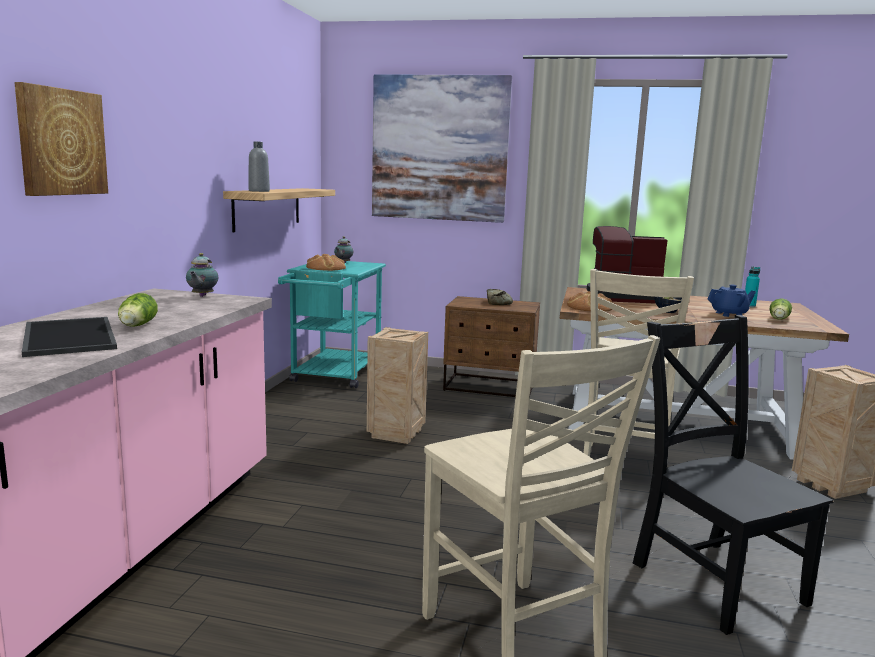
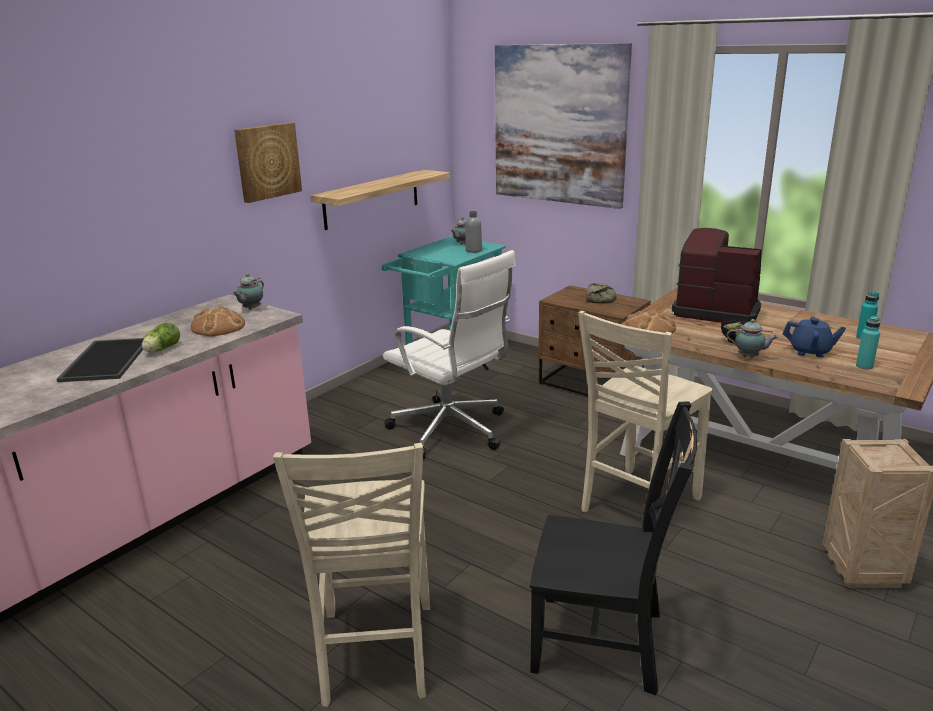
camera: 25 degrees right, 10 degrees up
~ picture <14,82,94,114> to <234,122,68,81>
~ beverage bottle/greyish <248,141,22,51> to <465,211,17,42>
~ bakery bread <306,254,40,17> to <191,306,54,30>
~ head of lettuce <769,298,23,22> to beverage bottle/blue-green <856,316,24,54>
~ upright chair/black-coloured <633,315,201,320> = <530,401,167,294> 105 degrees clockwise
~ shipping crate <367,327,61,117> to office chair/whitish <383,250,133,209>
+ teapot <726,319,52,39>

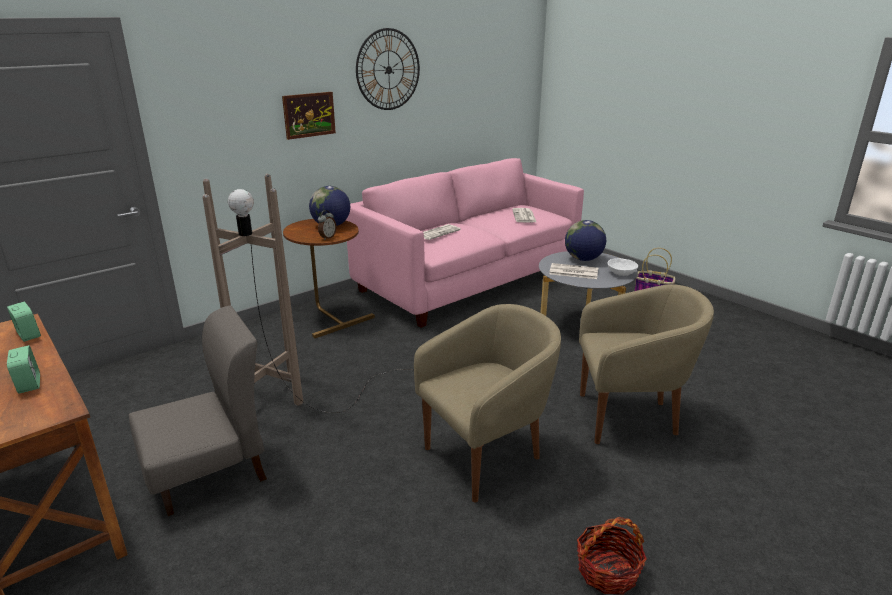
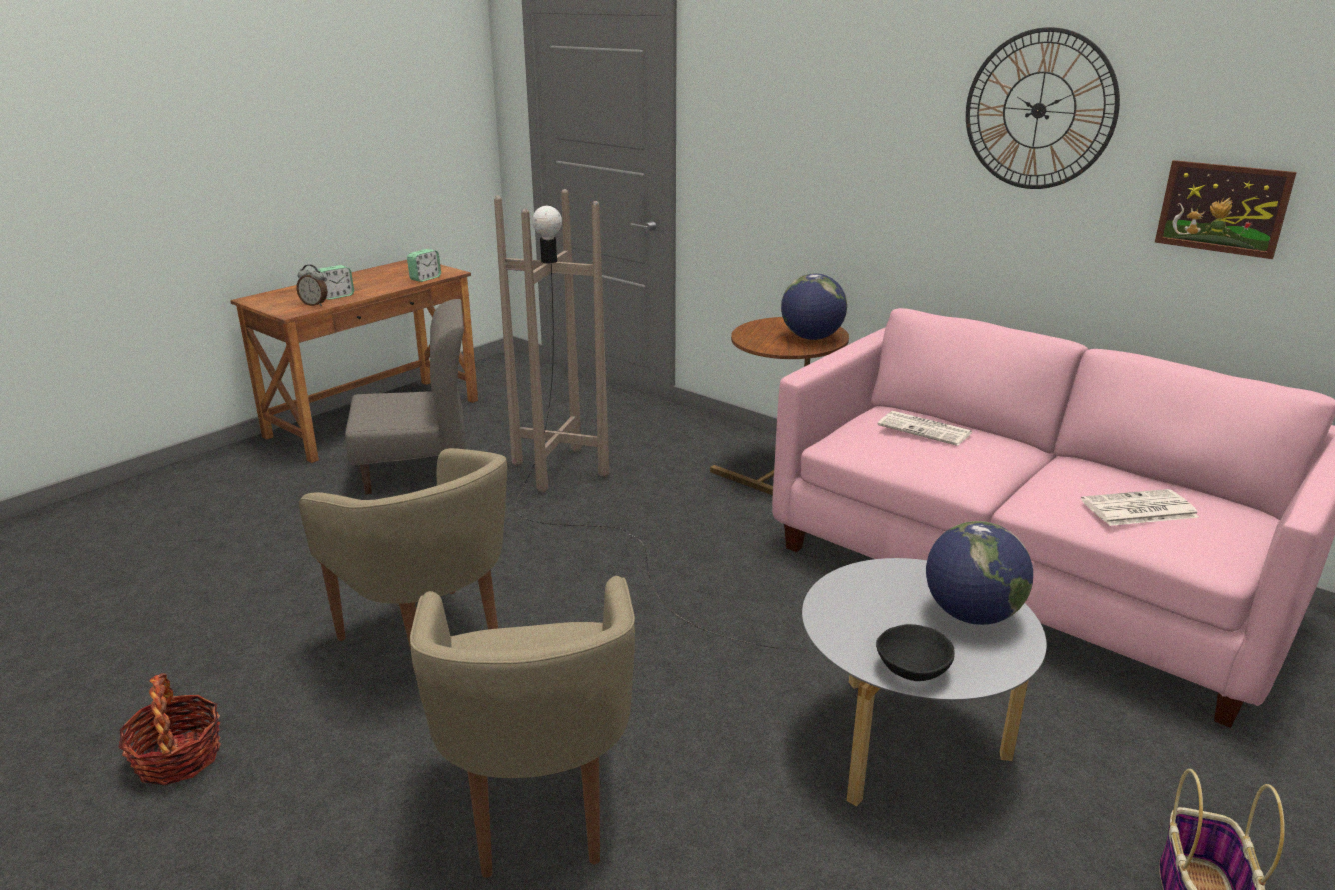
camera: 80 degrees right, 0 degrees up
~ picture <282,92,54,48> to <1155,160,142,99>
~ table clock <318,210,19,30> to <296,264,31,42>
~ serving bowl/whitish <607,258,31,18> to serving bowl/black-coloured <876,624,79,57>
- printed paper <549,263,49,16>
~ upright chair/greyish <129,306,138,210> = <345,299,121,195> 60 degrees counterclockwise

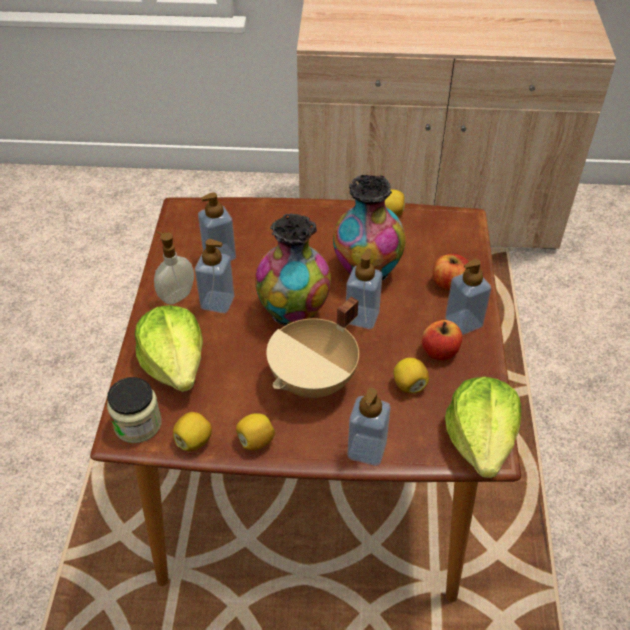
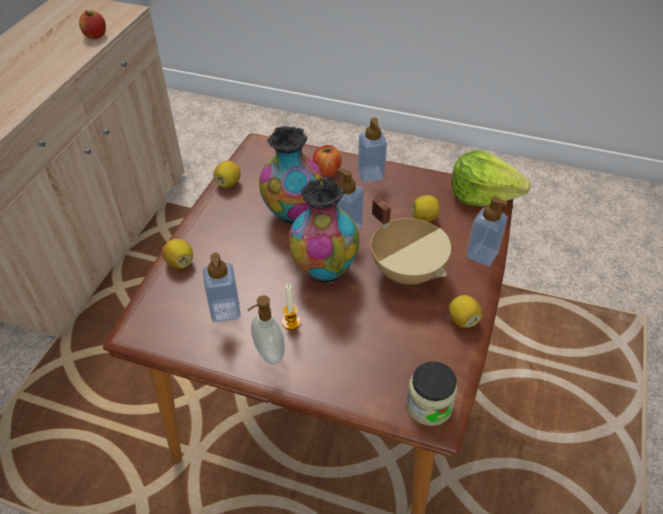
camera: 75 degrees left, 0 degrees up
~ liquid soap bottle <195,239,40,74> to candle <281,284,20,46>
- head of lettuce <135,305,68,87>
~ apple <422,320,40,40> to <79,10,27,29>
~ whole lemon <173,412,39,39> to <162,239,31,30>

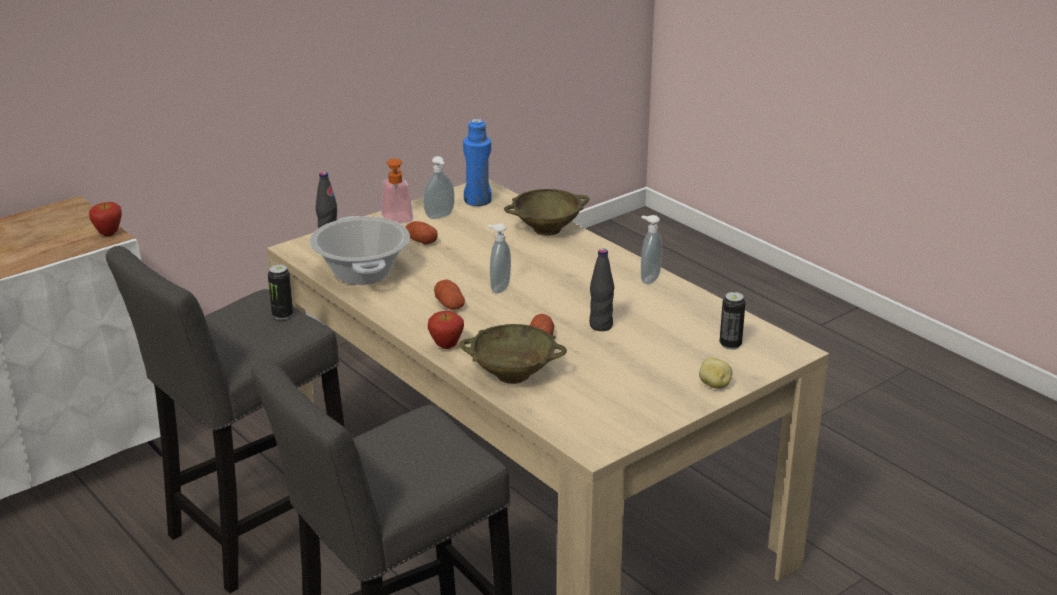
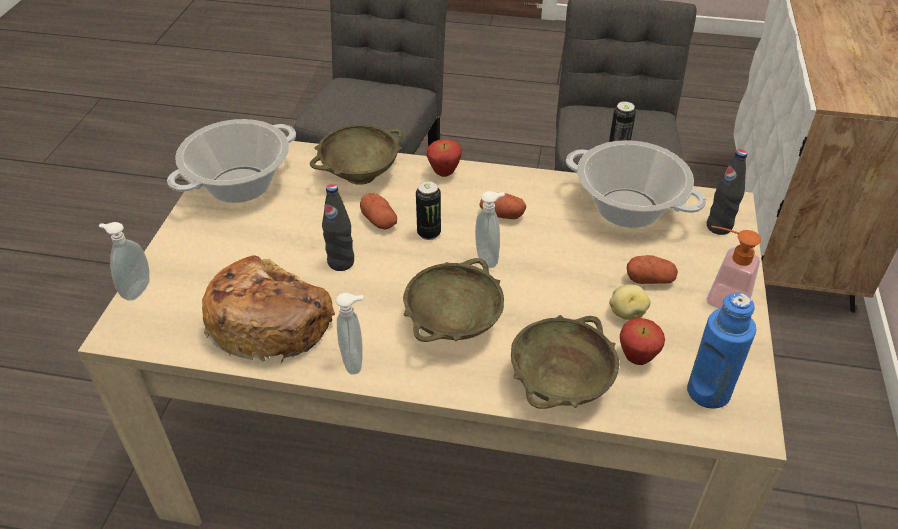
camera: 140 degrees right, 15 degrees up
~ liquid soap bottle <423,156,32,63> to <99,222,51,79>
~ apple <89,202,33,34> to <620,318,45,47>
~ sealed can <719,292,26,58> to <416,181,25,59>
~ potato <699,358,33,31> to <609,284,42,36>
+ saucepot <167,119,129,84>
+ bakery bread <202,256,133,107>
+ serving bowl/sand-coloured <403,258,101,84>

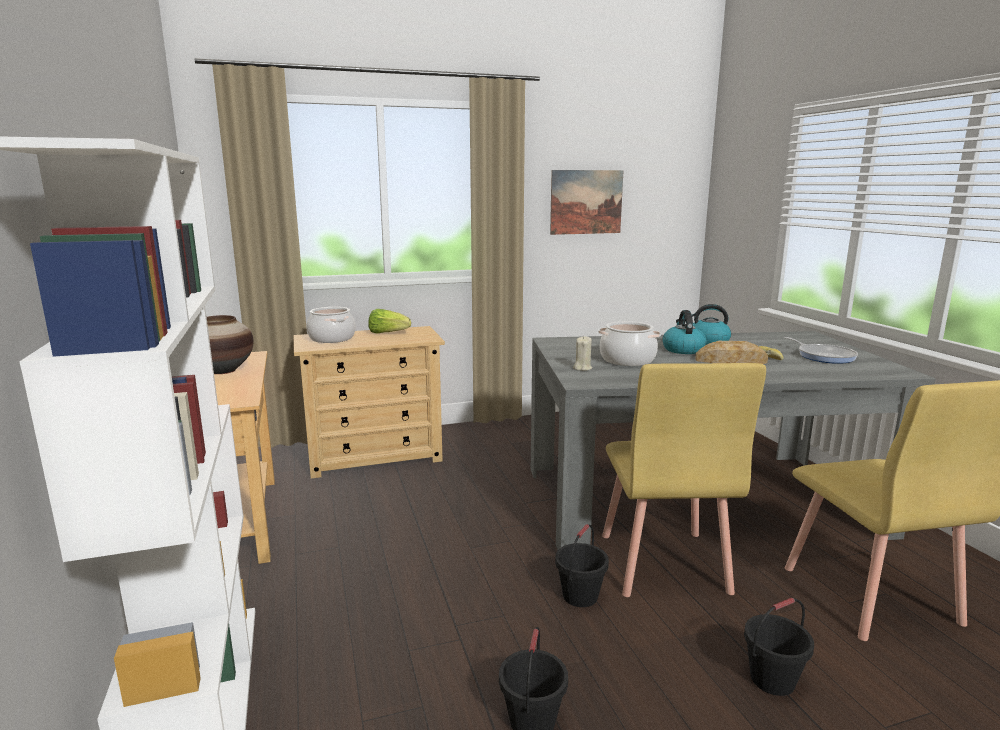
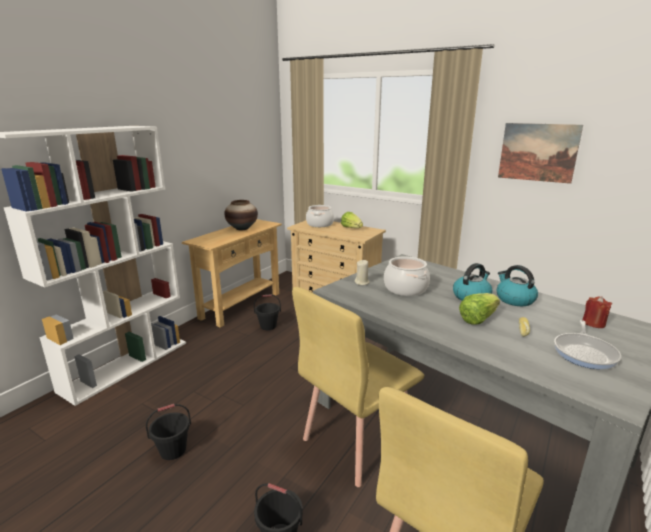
camera: 50 degrees right, 5 degrees up
~ bakery bread <695,341,73,23> to head of lettuce <459,293,41,32>
~ water bucket/black-coloured <555,524,54,83> to <254,294,27,36>
+ candle/red-coloured <583,296,29,32>

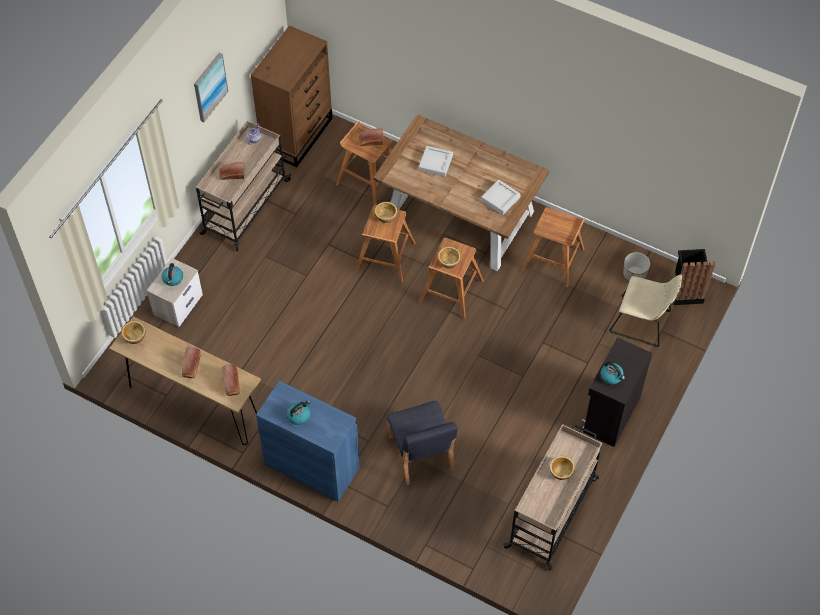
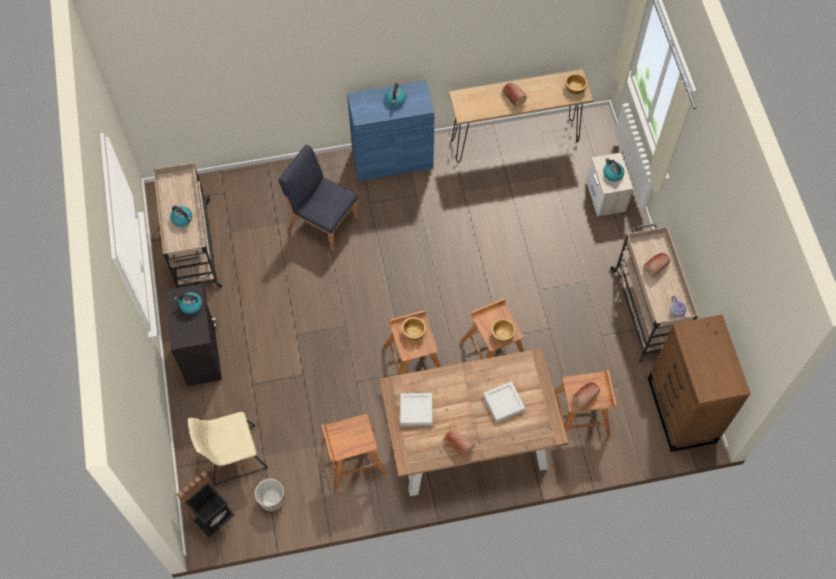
camera: 140 degrees right, 5 degrees up
- picture <194,52,34,70>
~ bakery bread <222,364,18,32> to <443,430,32,27>
~ serving bowl <550,456,25,24> to tea kettle <170,206,22,21>

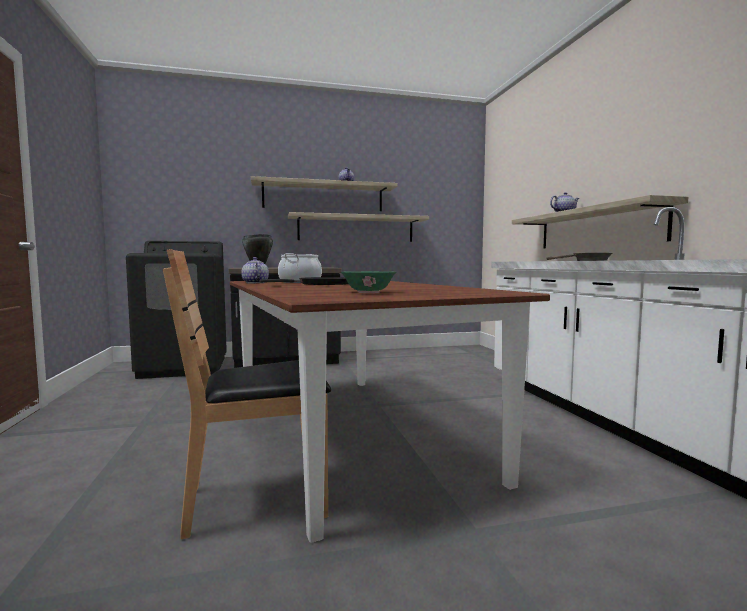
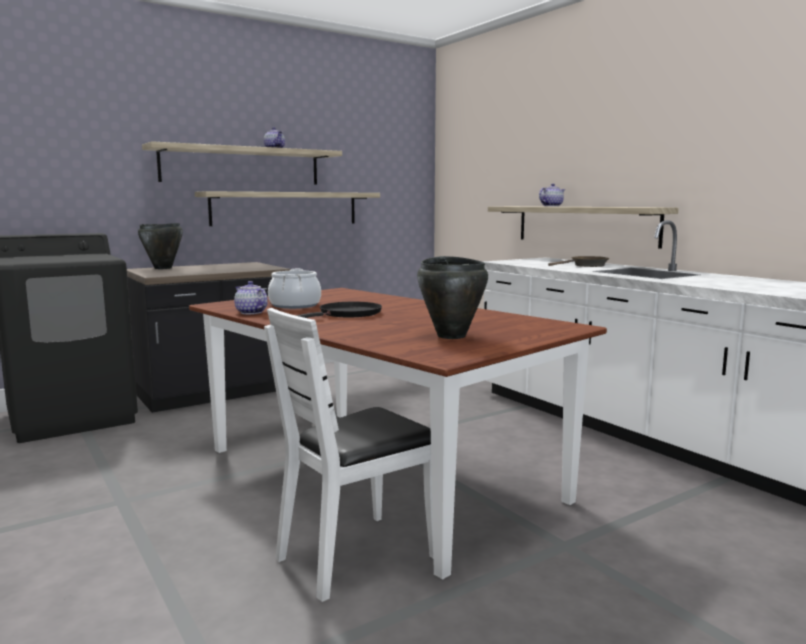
camera: 20 degrees left, 5 degrees up
~ upright chair/brownish <163,249,168,290> to upright chair/whitish <264,308,169,294>
~ serving bowl/greenish <341,271,55,22> to saucepot/black-coloured <417,256,71,83>

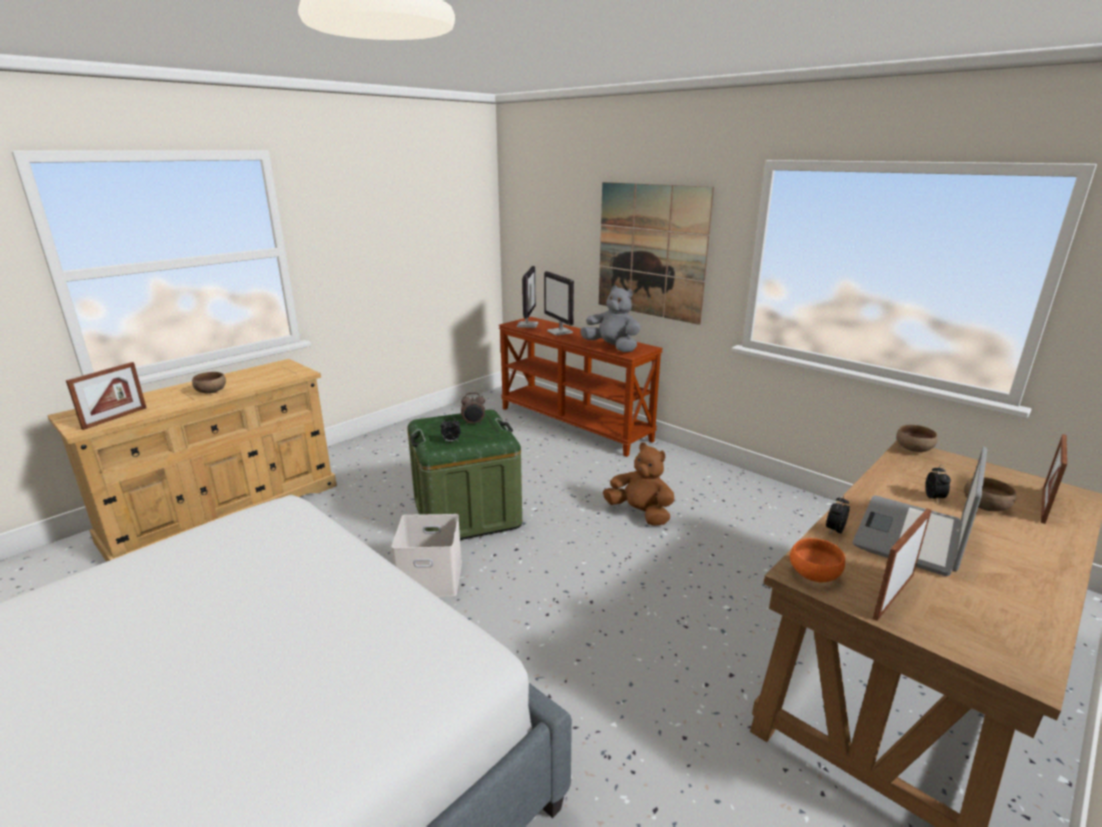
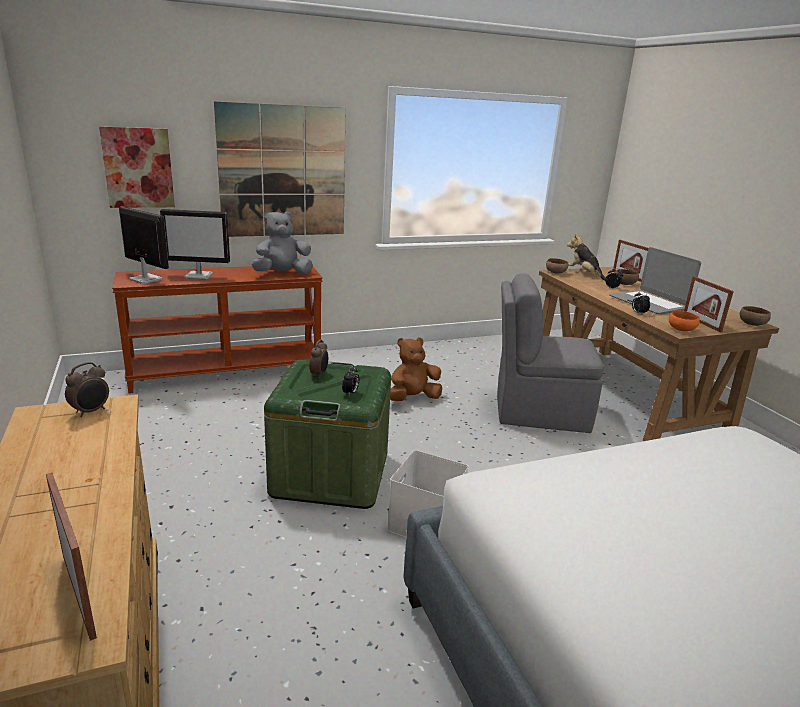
camera: 65 degrees left, 0 degrees up
~ serving bowl/brownish <192,372,34,21> to <740,306,31,20>
+ picture <99,126,76,82>
+ plush toy <567,234,39,46>
+ upright chair/greyish <497,273,107,160>
+ table clock <65,362,44,55>

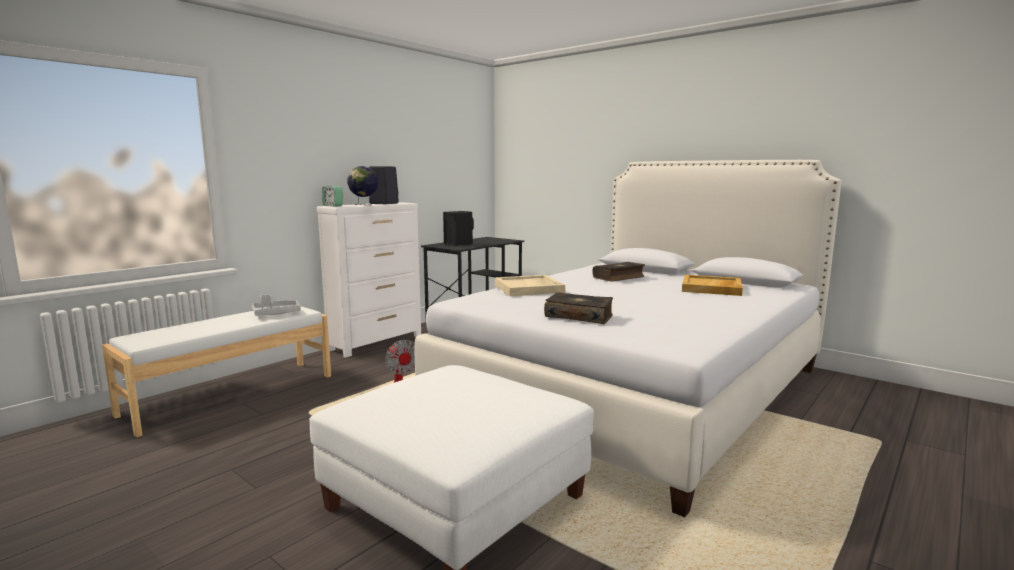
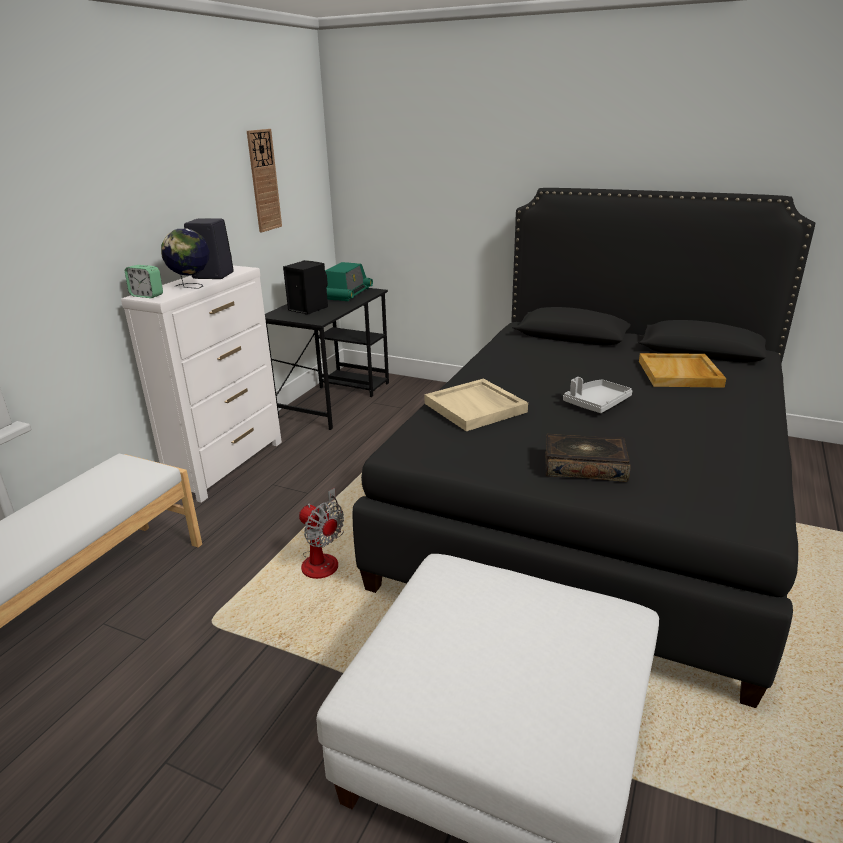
camera: 15 degrees left, 15 degrees up
~ bed/whitish <415,160,427,357> to bed/black-coloured <353,188,462,520>
- book <592,262,53,20>
~ carrying tray/greyish <252,294,49,22> to <563,377,69,36>
+ hanging clock <247,129,35,103>
+ radio <325,262,48,39>

